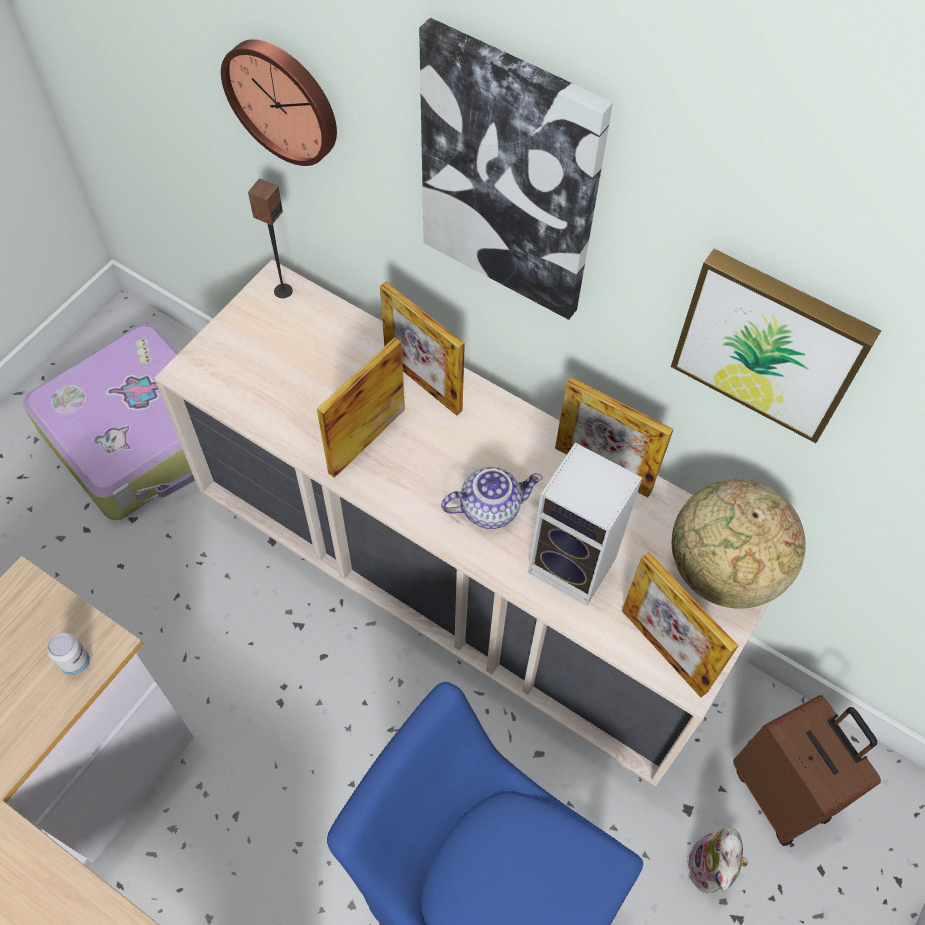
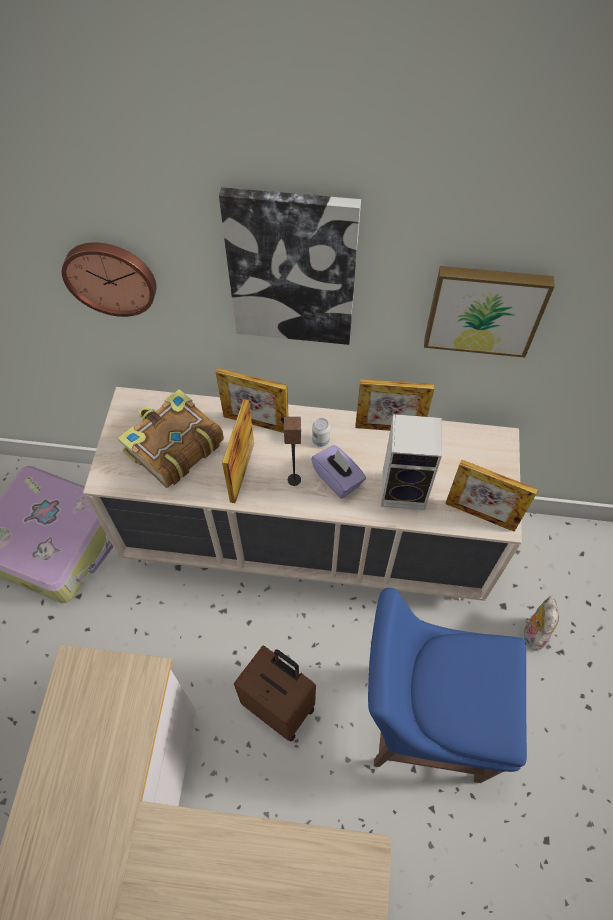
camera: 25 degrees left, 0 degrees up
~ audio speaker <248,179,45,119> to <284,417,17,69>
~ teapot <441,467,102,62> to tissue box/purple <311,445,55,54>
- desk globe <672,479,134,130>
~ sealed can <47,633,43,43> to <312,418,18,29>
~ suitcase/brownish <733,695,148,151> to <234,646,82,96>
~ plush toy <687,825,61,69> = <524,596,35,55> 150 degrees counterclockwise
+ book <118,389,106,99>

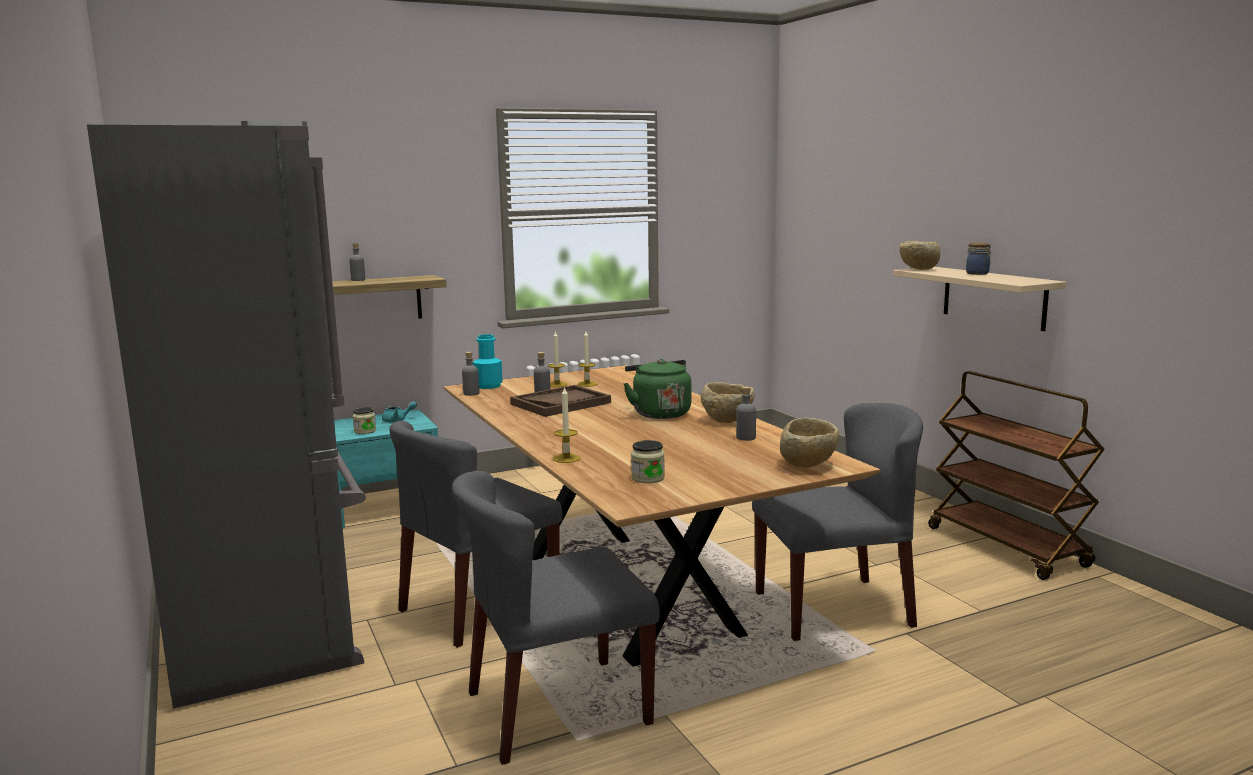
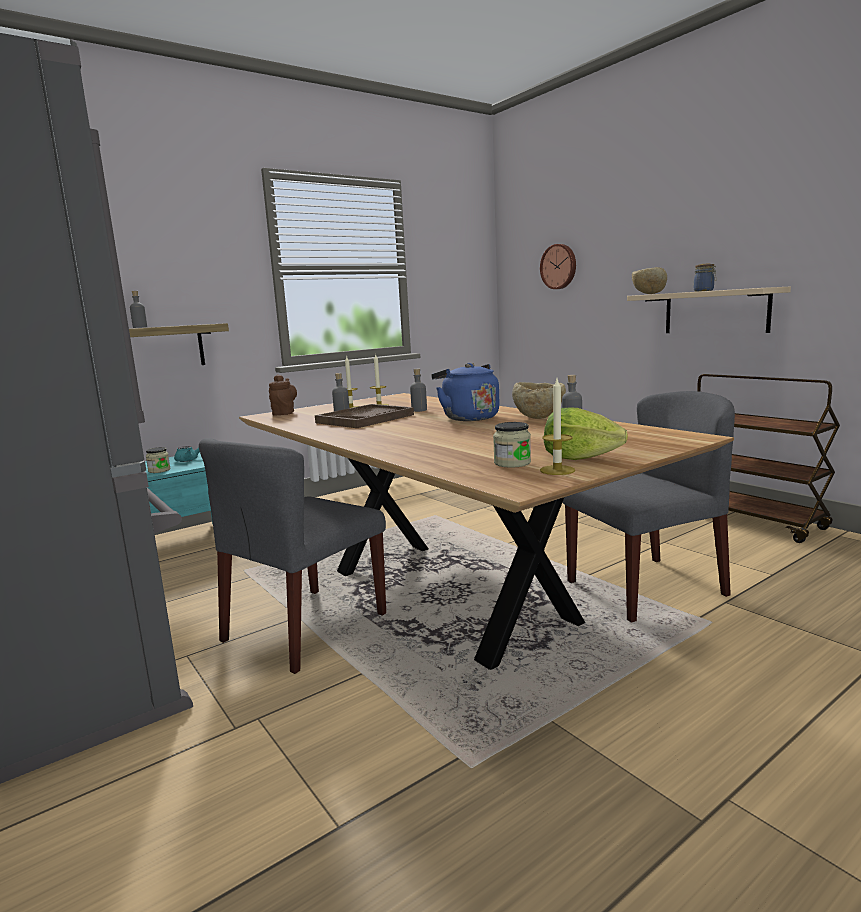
camera: 10 degrees left, 0 degrees up
~ beverage bottle/blue-green <473,334,30,55> to teapot/brownish <269,374,28,42>
~ beverage bottle/greyish <462,352,17,44> to <410,369,17,43>
~ tea kettle/greenish <623,359,68,60> to tea kettle/blue <431,363,69,58>
~ candle <553,386,27,77> to <540,379,35,96>
- serving bowl/sand-coloured <780,417,59,51>
- upright chair/greyish <452,471,208,294>
+ hanging clock <540,244,36,45>
+ head of lettuce <544,408,84,52>

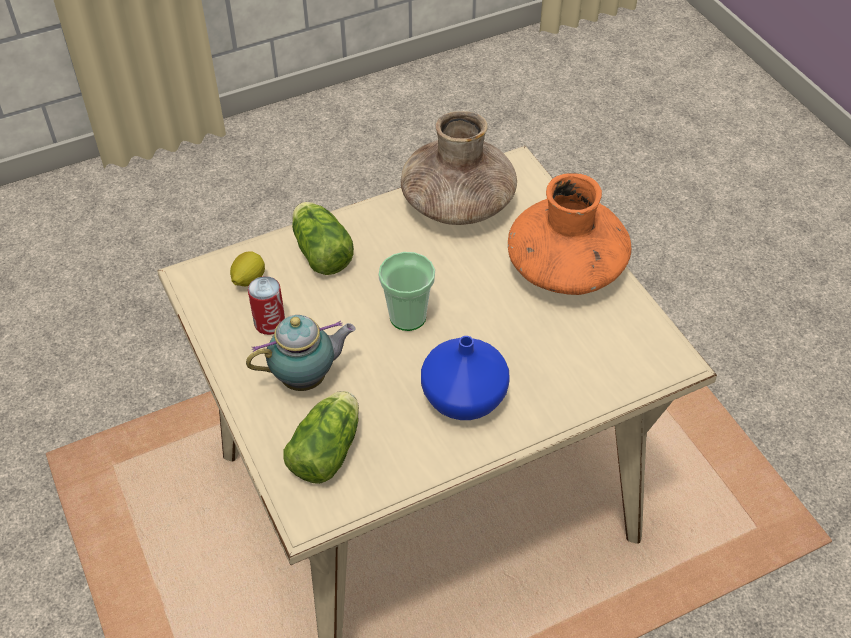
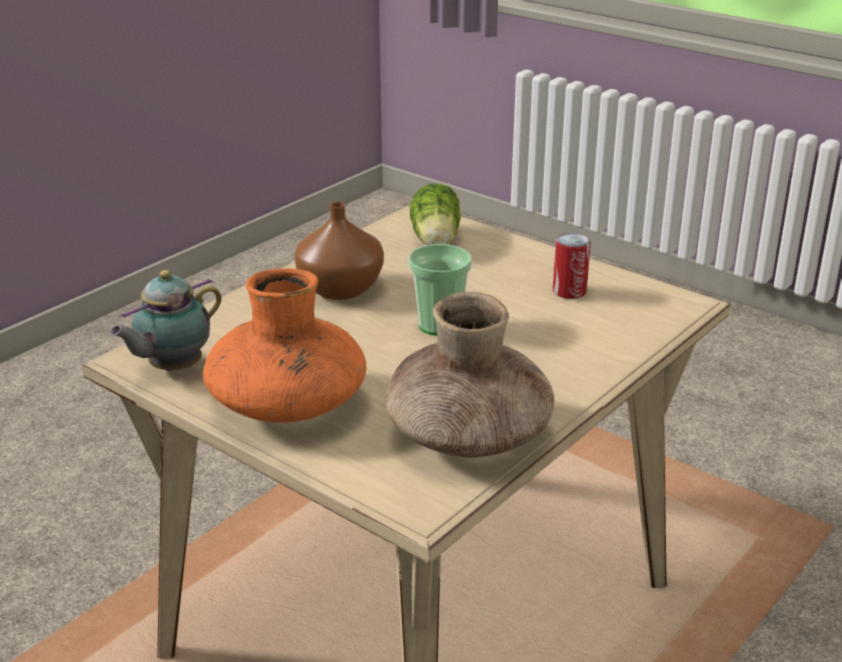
camera: 155 degrees right, 20 degrees down
- head of lettuce <292,202,62,73>
- whole lemon <230,251,35,35>
~ teapot <246,315,110,76> to <109,270,113,101>
~ decorative vase/blue <421,336,89,84> to decorative vase/brownish <295,202,89,98>

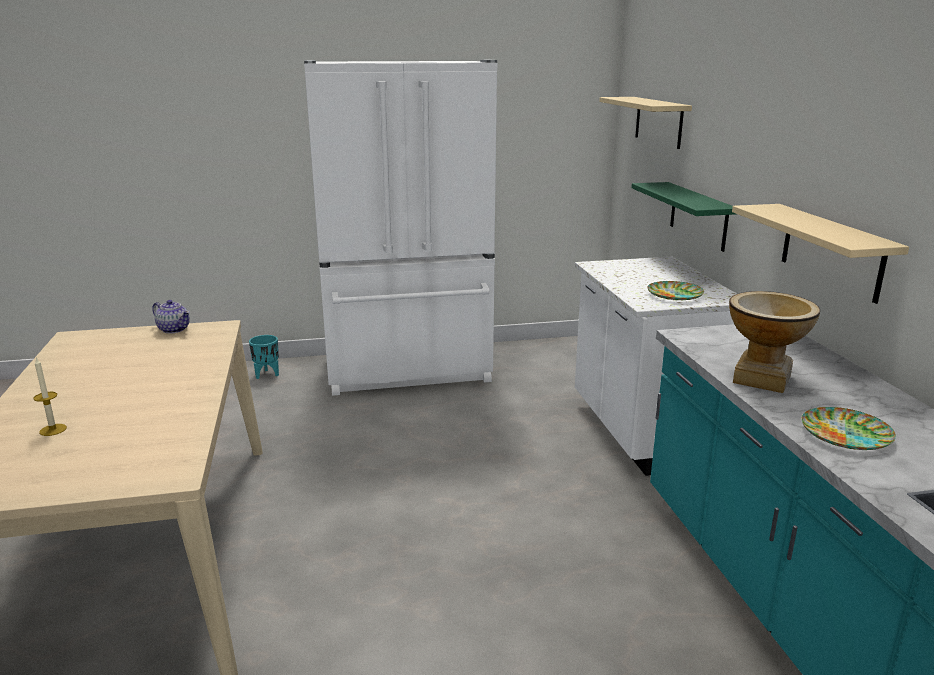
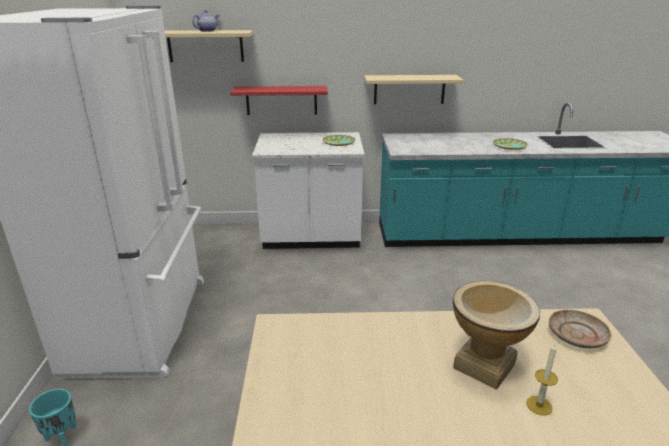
camera: 80 degrees left, 5 degrees up
~ wall shelf/greenish <631,182,104,70> to wall shelf/red-coloured <230,86,98,29>
~ decorative vase <729,291,91,102> to <453,281,87,109>
~ teapot <152,300,38,33> to <192,10,27,22>
+ flat dish/sand-coloured <549,310,62,38>

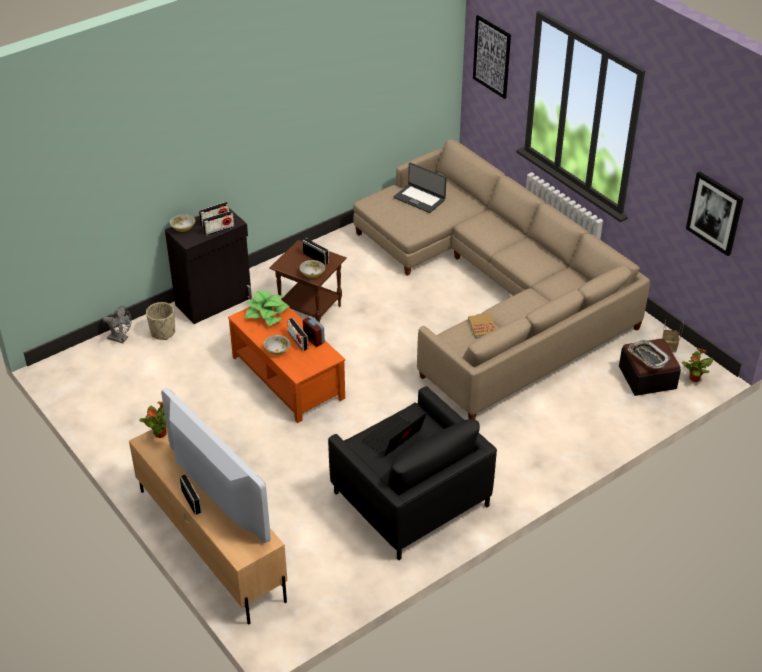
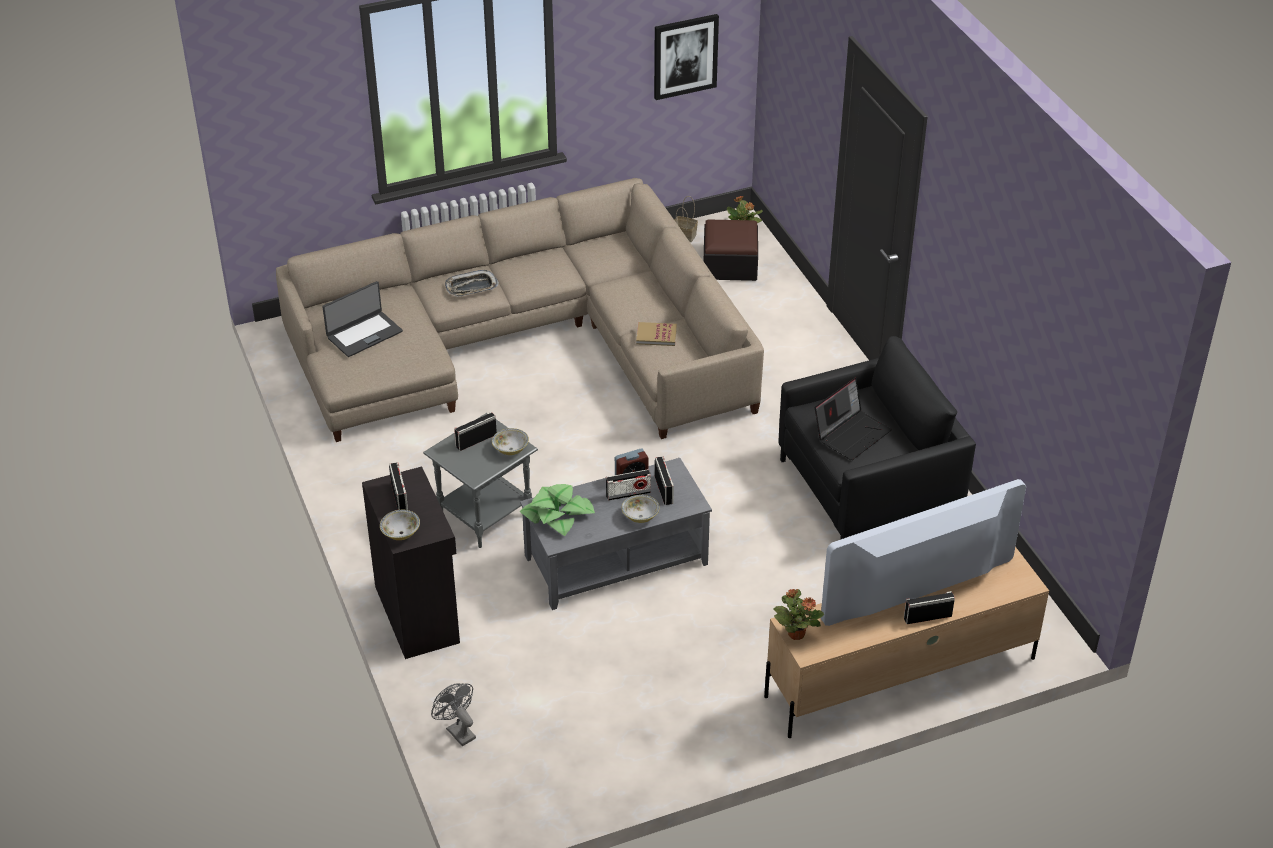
camera: 75 degrees left, 0 degrees up
- picture <473,15,38,84>
~ radio <203,211,31,25> to <655,457,19,48>
~ side table/brownish <269,240,78,83> to side table/greyish <423,413,115,135>
~ low table/orangey <228,300,117,123> to low table/greyish <520,458,192,152>
- plant pot/sand-coloured <146,302,29,38>
~ cooling fan/greyish <103,306,29,38> = <431,683,45,63> 75 degrees counterclockwise
~ carrying tray <628,340,42,29> to <445,270,54,27>
~ notebook computer <362,411,65,45> = <815,377,77,83> 105 degrees counterclockwise

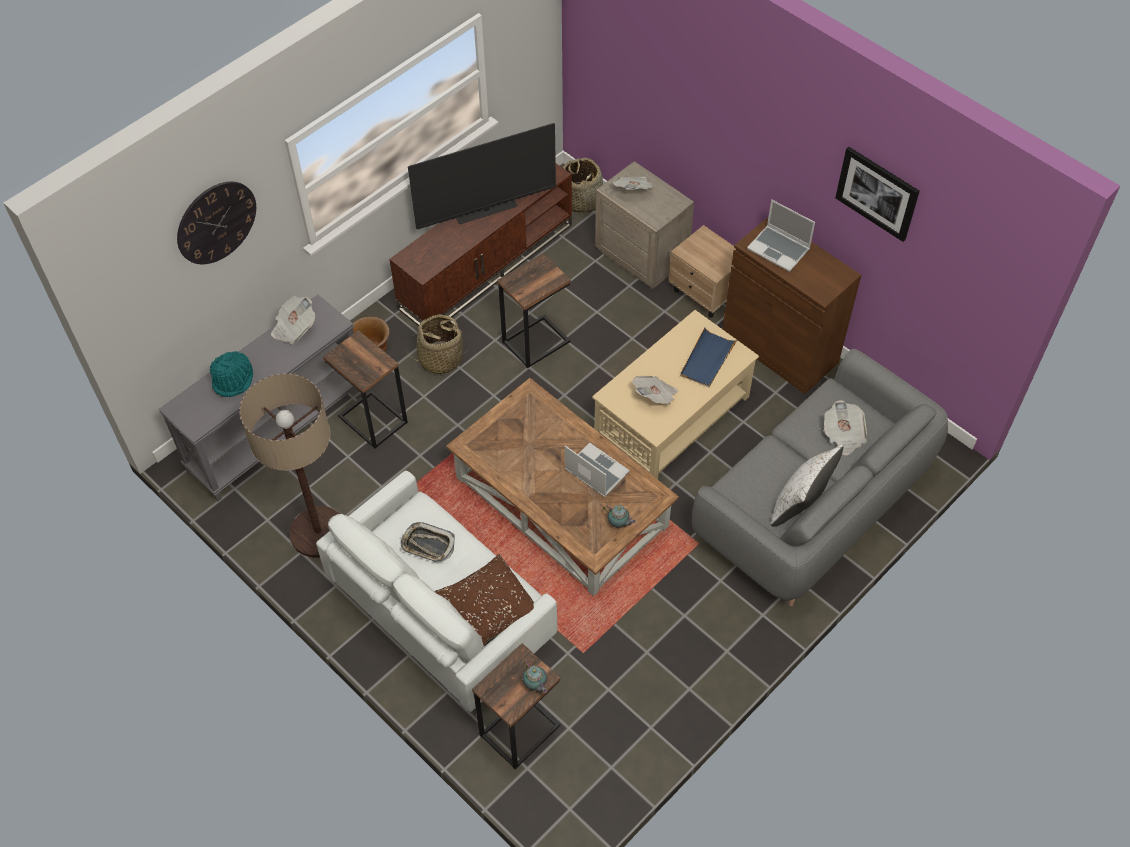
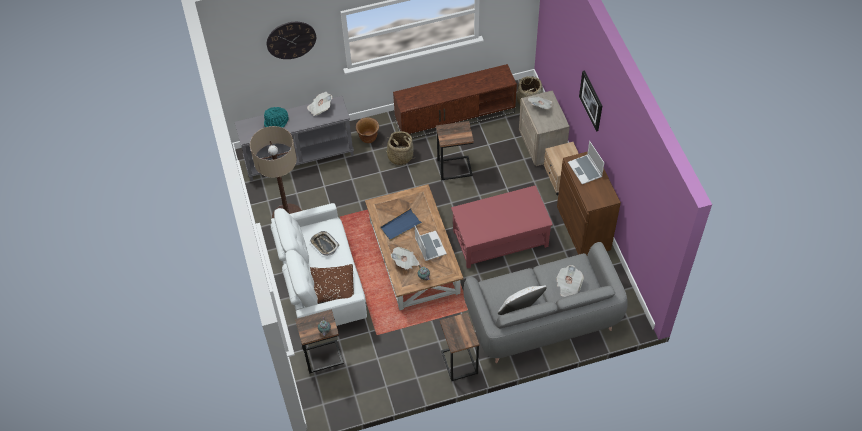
camera: 30 degrees right, 0 degrees up
- television <408,123,148,107>
~ picture <835,146,85,96> to <579,70,23,62>
~ low table/sand-coloured <592,310,167,169> to low table/red-coloured <451,185,102,84>
~ carrying tray/blue <680,327,57,60> to <380,208,43,33>
~ side table <323,330,85,119> to <440,313,40,68>
~ printed paper <632,376,46,28> to <391,247,29,23>

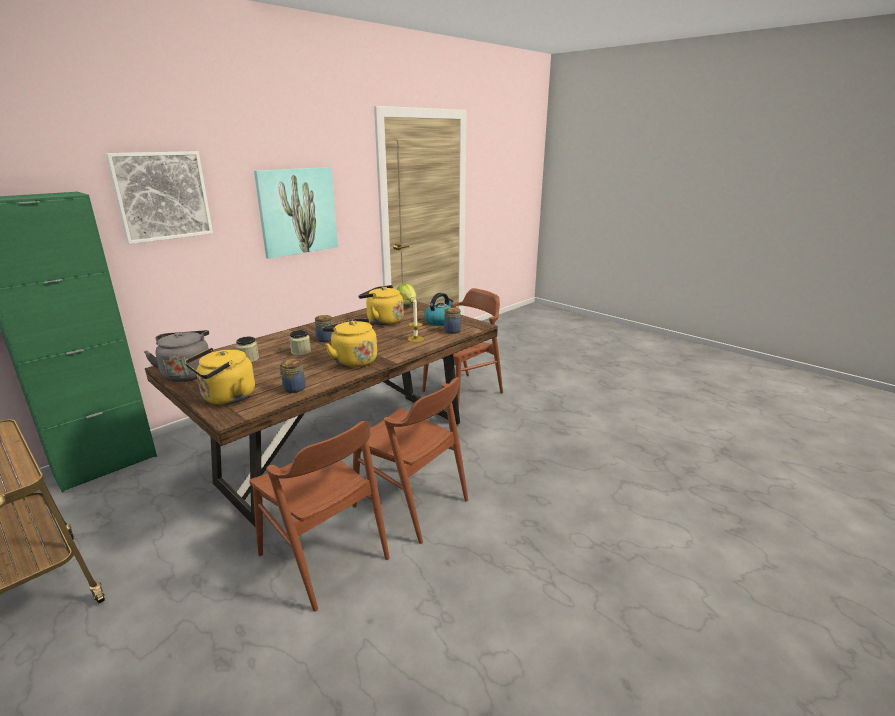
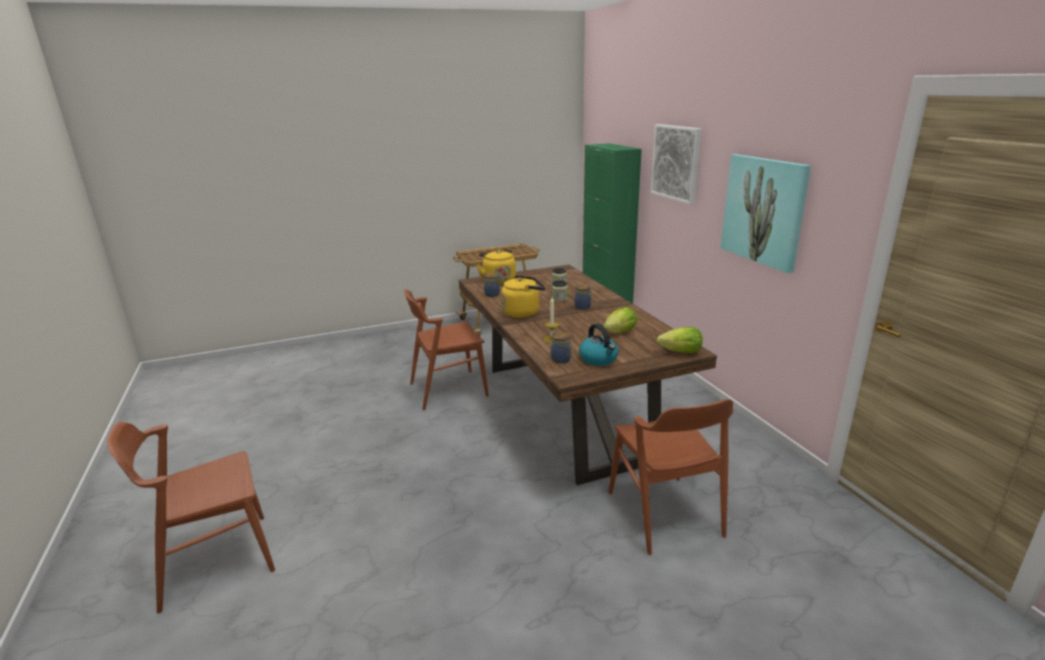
camera: 115 degrees right, 0 degrees up
~ tea kettle/yellowish <358,285,46,40> to head of lettuce <603,307,34,26>
- tea kettle/greyish <144,330,65,52>
~ upright chair/brownish <353,377,115,167> to <107,422,168,191>

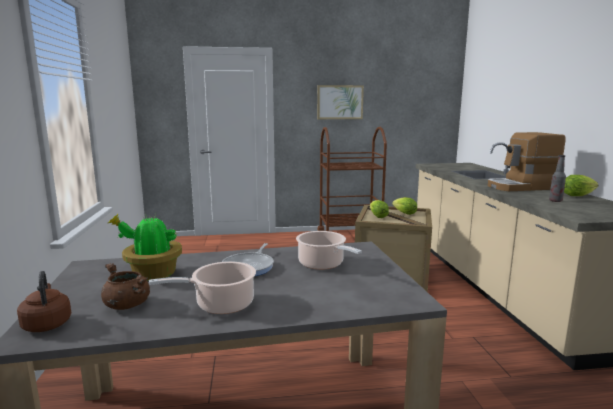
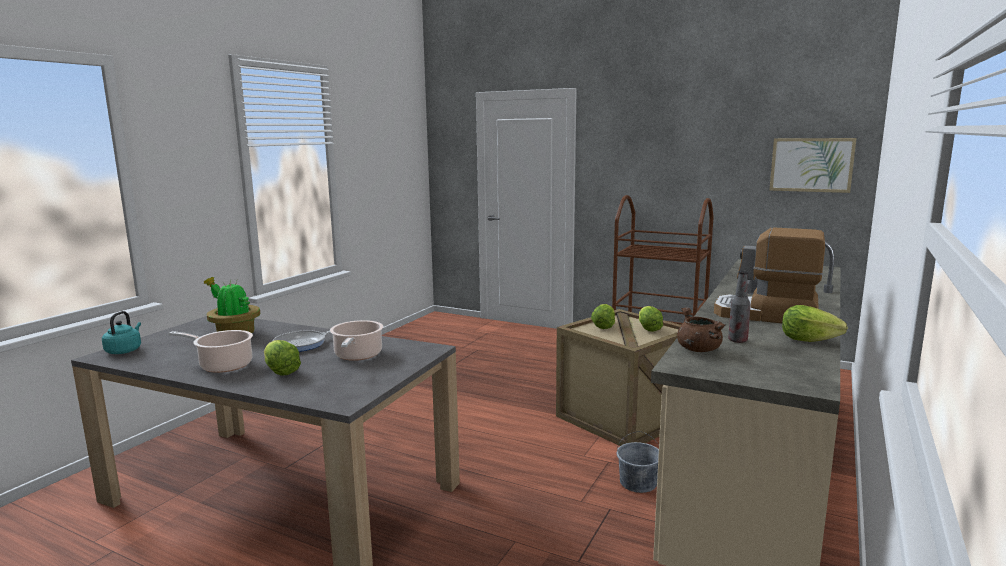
camera: 35 degrees right, 0 degrees up
~ picture <317,85,47,34> to <769,138,87,55>
~ saucepot/brownish <101,263,49,47> to <677,307,49,45>
~ tea kettle/brownish <17,271,54,61> to tea kettle/blue-green <102,311,39,43>
+ head of lettuce <264,340,37,36>
+ water bucket/greyish <617,431,42,62>

